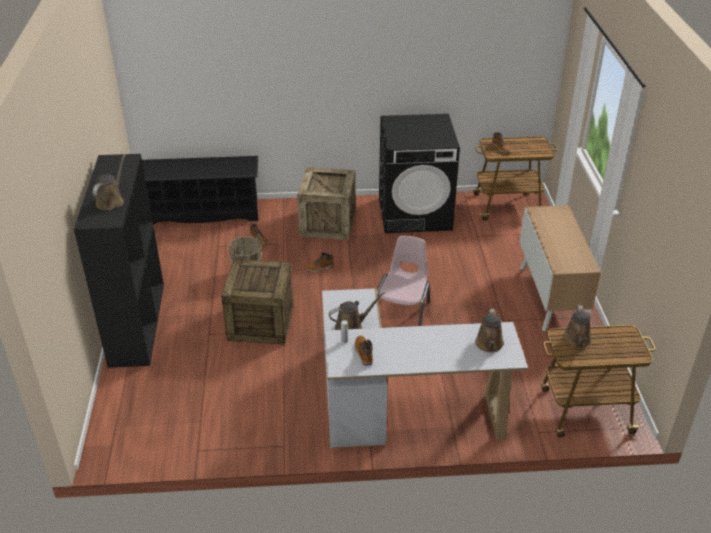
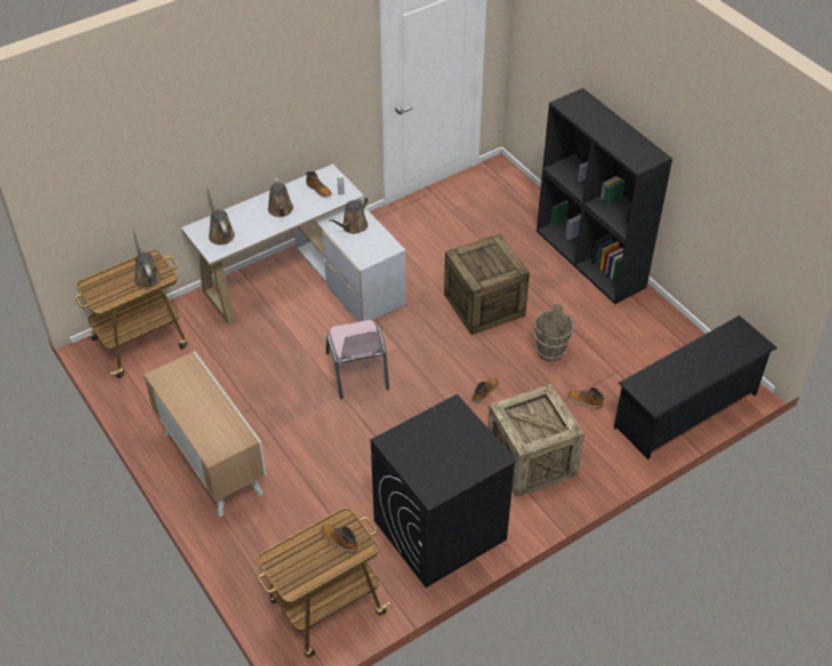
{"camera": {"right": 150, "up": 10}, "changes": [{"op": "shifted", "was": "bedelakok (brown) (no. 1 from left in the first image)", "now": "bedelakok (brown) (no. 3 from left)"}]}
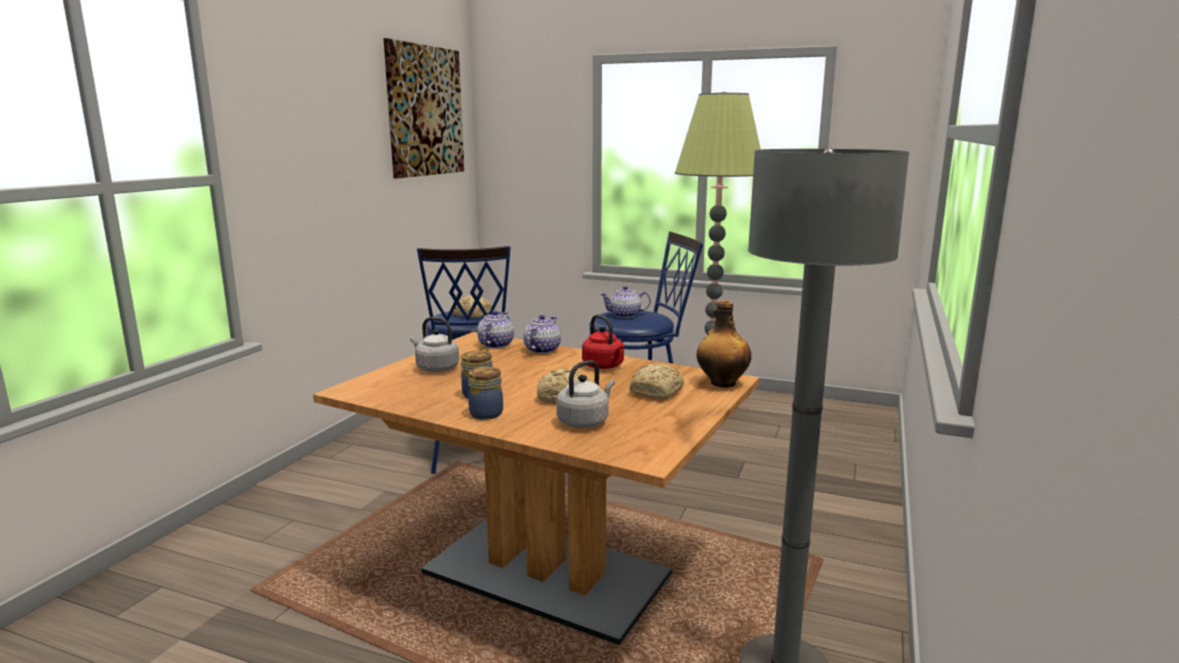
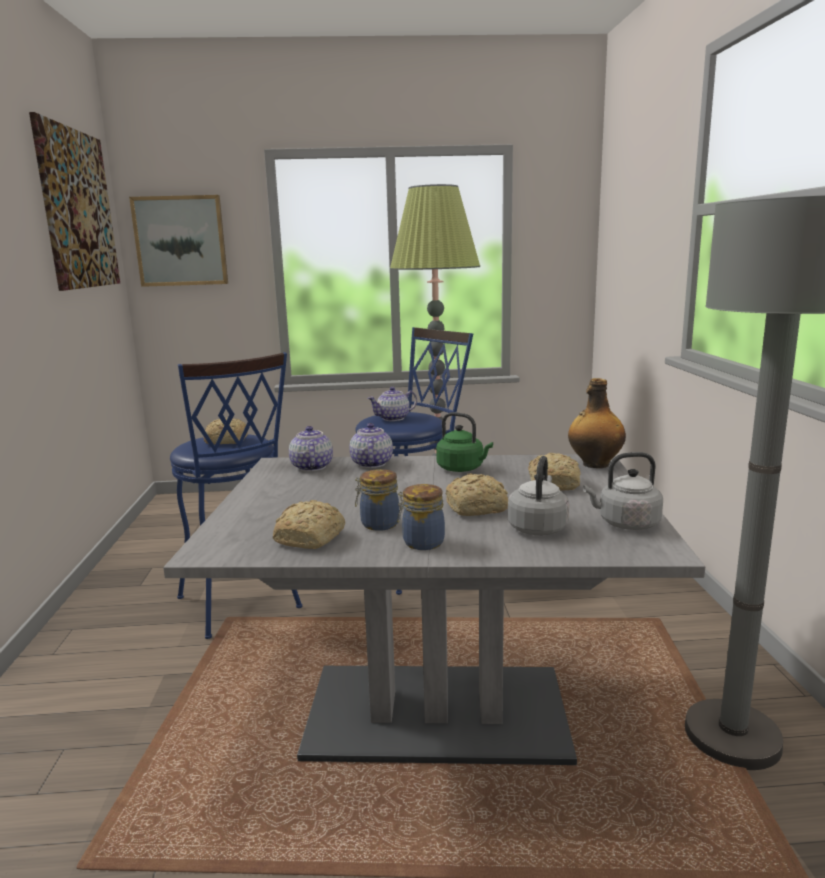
{"camera": {"right": -25, "up": 0}, "changes": [{"op": "new", "now": "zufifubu (no. 2 from left)"}, {"op": "new", "now": "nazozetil (no. 2 from left)"}, {"op": "shifted", "was": "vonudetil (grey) (no. 1 from left in the first image)", "now": "vonudetil (grey) (no. 2 from left)"}, {"op": "repainted", "was": "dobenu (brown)", "now": "dobenu (grey)"}, {"op": "repainted", "was": "vonudetil (red)", "now": "vonudetil (green)"}]}
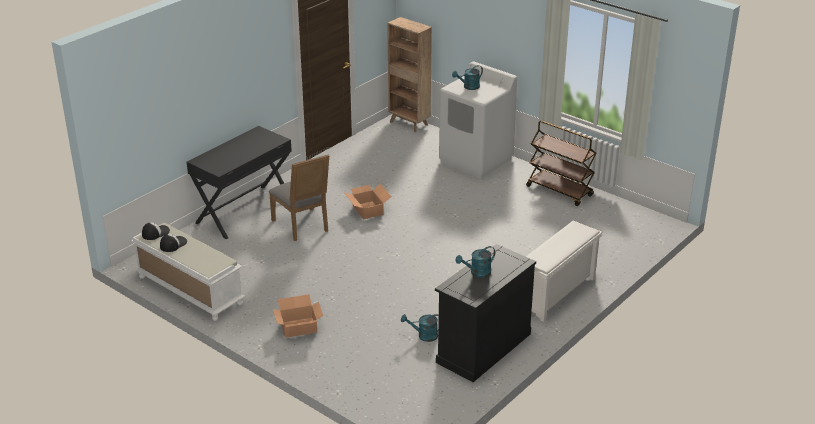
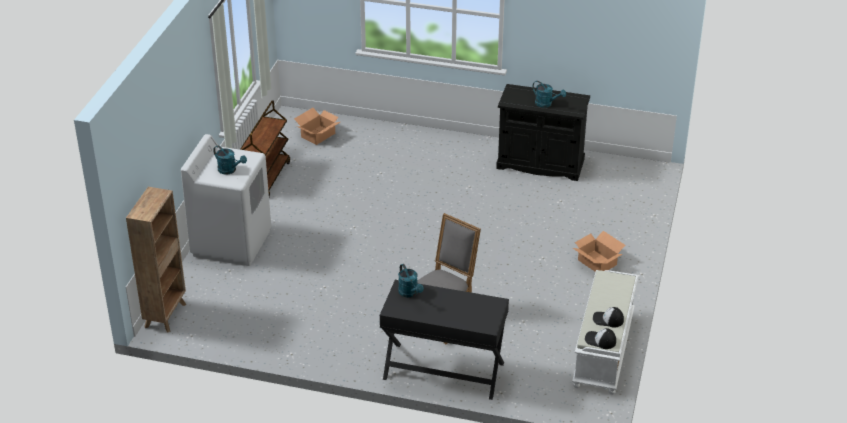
{"camera": {"right": -115, "up": 5}, "changes": [{"op": "gone", "was": "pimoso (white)"}, {"op": "shifted", "was": "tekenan (no. 2 from left in the first image)", "now": "tekenan (no. 1 from left)"}, {"op": "shifted", "was": "bedelakok (turquoise) (no. 1 from left in the first image)", "now": "bedelakok (turquoise) (no. 2 from left)"}]}
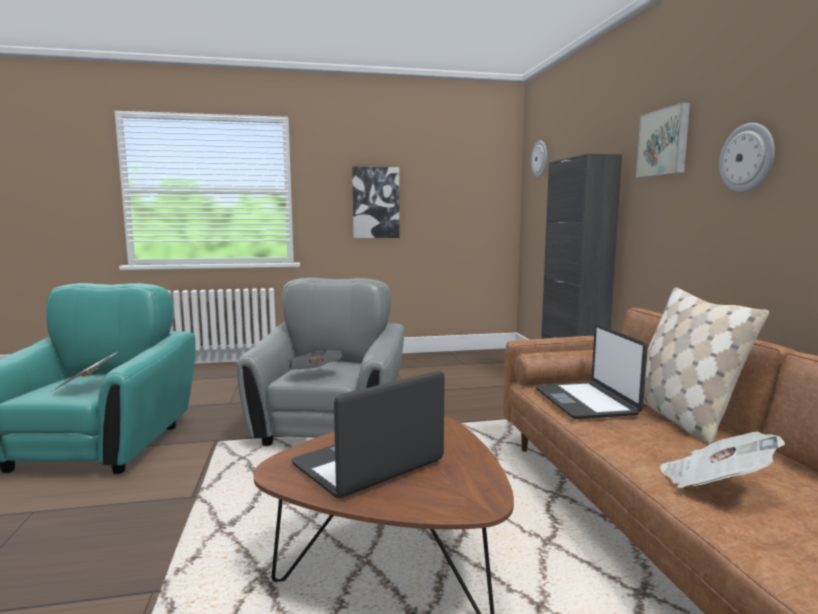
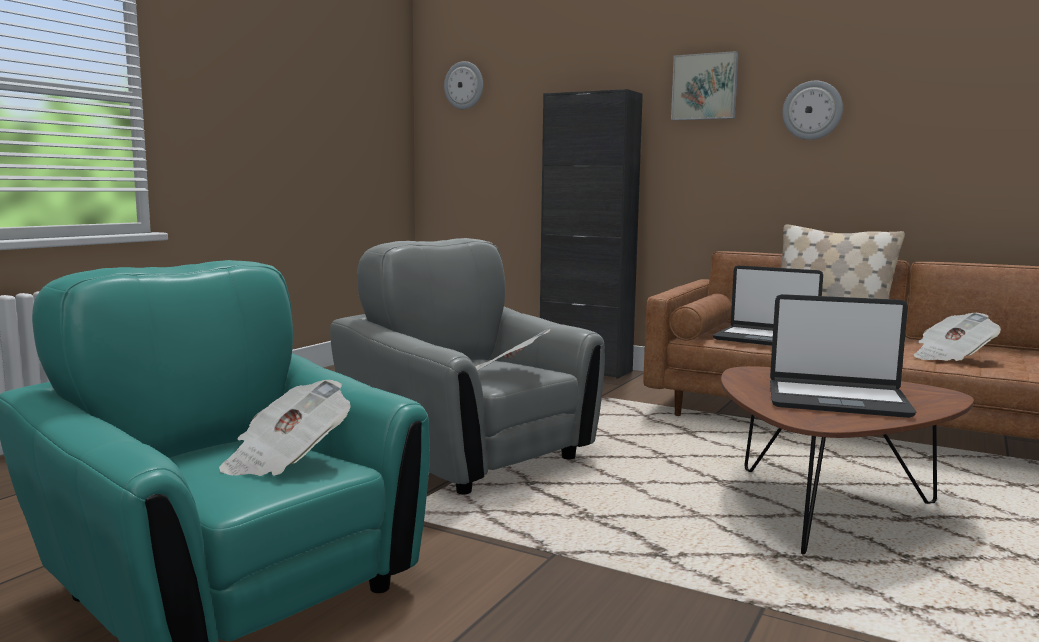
{"camera": {"right": -50, "up": 0}, "changes": [{"op": "gone", "was": "zufifubu (no. 1 from left)"}, {"op": "rotated", "was": "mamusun (no. 1 from left in the first image)", "clockwise": -75}]}
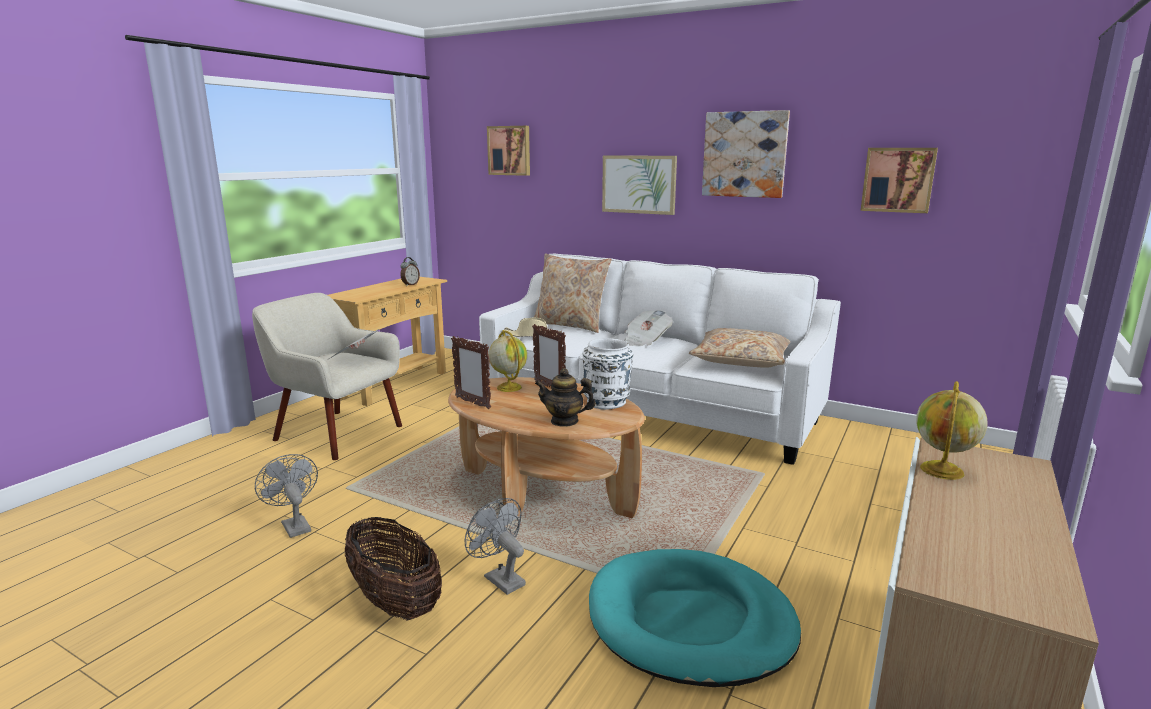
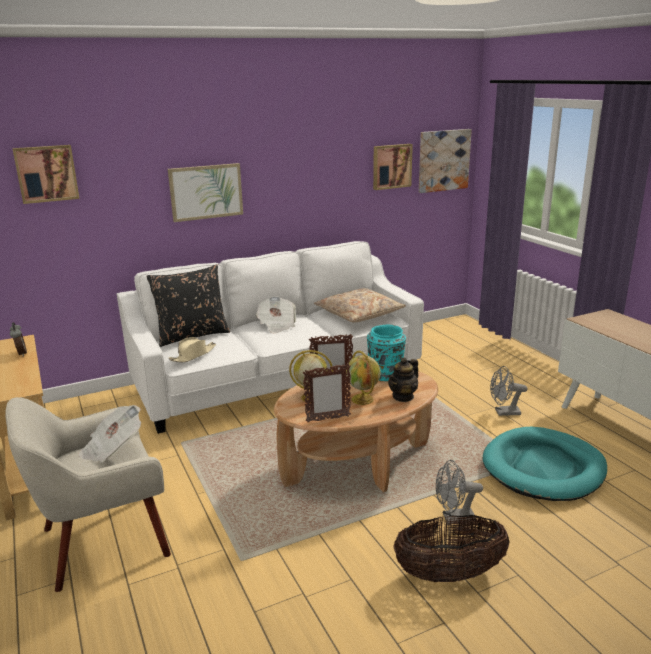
{"camera": {"right": -55, "up": 5}, "changes": [{"op": "shifted", "was": "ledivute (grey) (no. 1 from left in the first image)", "now": "ledivute (grey) (no. 2 from left)"}, {"op": "shifted", "was": "zufifubu (no. 3 from left in the first image)", "now": "zufifubu (no. 4 from left)"}, {"op": "shifted", "was": "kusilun (no. 2 from left)"}, {"op": "repainted", "was": "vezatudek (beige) (no. 1 from left)", "now": "vezatudek (black)"}, {"op": "repainted", "was": "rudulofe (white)", "now": "rudulofe (turquoise)"}]}
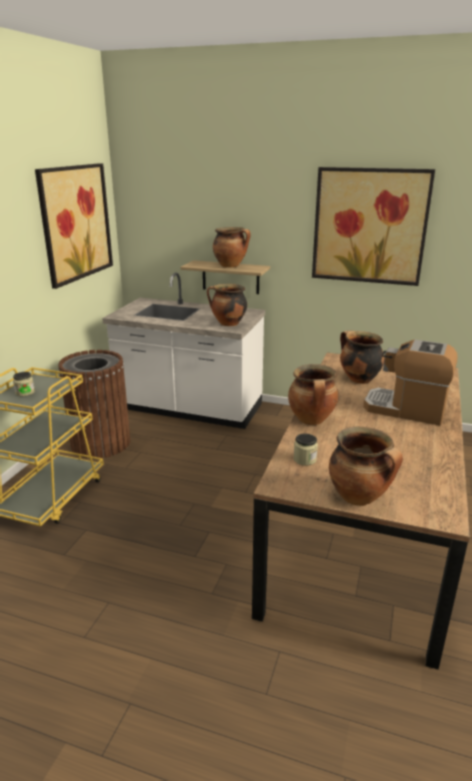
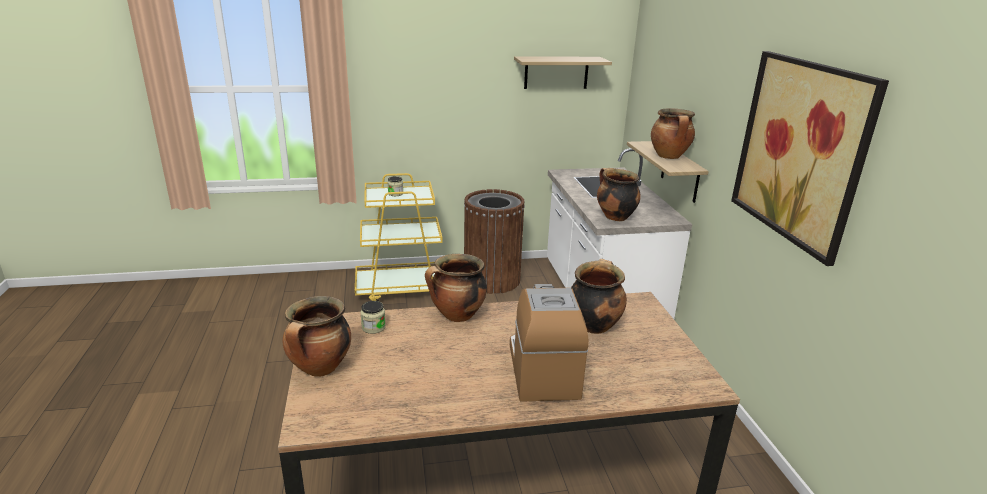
{"camera": {"right": 60, "up": 0}, "changes": [{"op": "swapped", "was": "zufifubu (no. 1 from left)", "now": "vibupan (no. 1 from left)"}]}
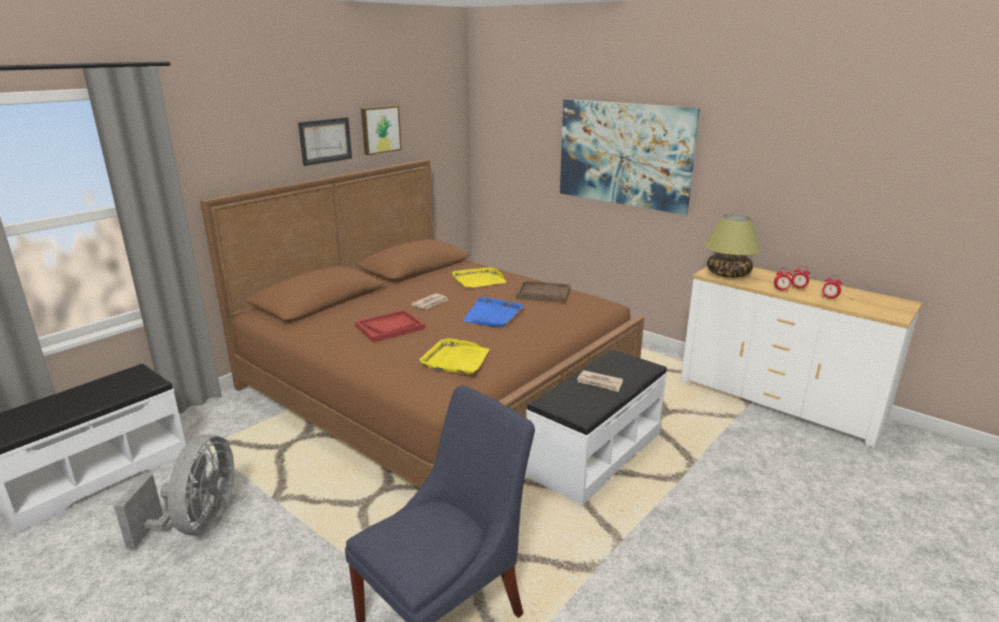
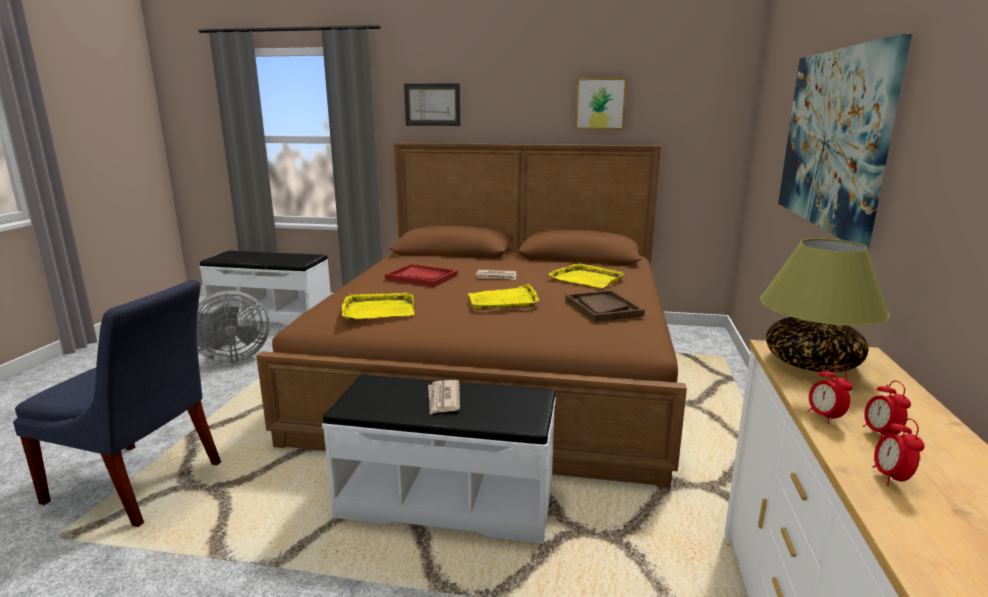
{"camera": {"right": 60, "up": -5}, "changes": [{"op": "shifted", "was": "zufifubu (no. 1 from left)"}, {"op": "repainted", "was": "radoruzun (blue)", "now": "radoruzun (yellow) (no. 2 from left)"}]}
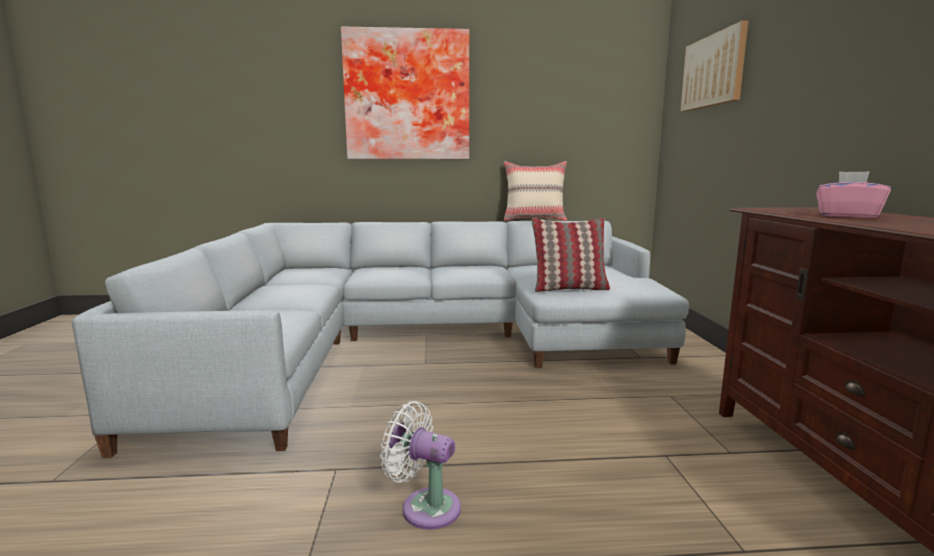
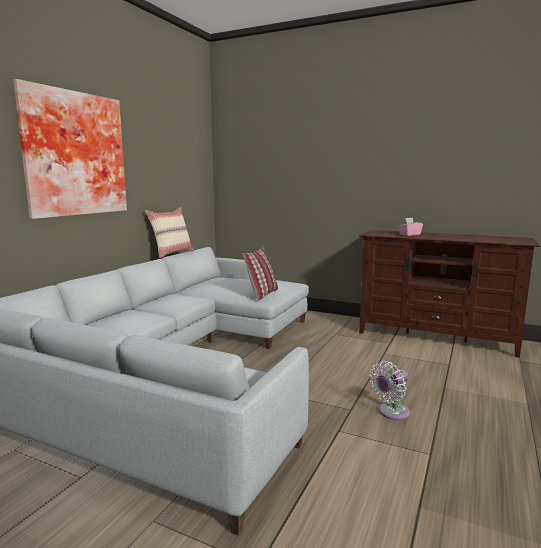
{"camera": {"right": -60, "up": 0}, "changes": [{"op": "gone", "was": "zufifubu (no. 2 from left)"}]}
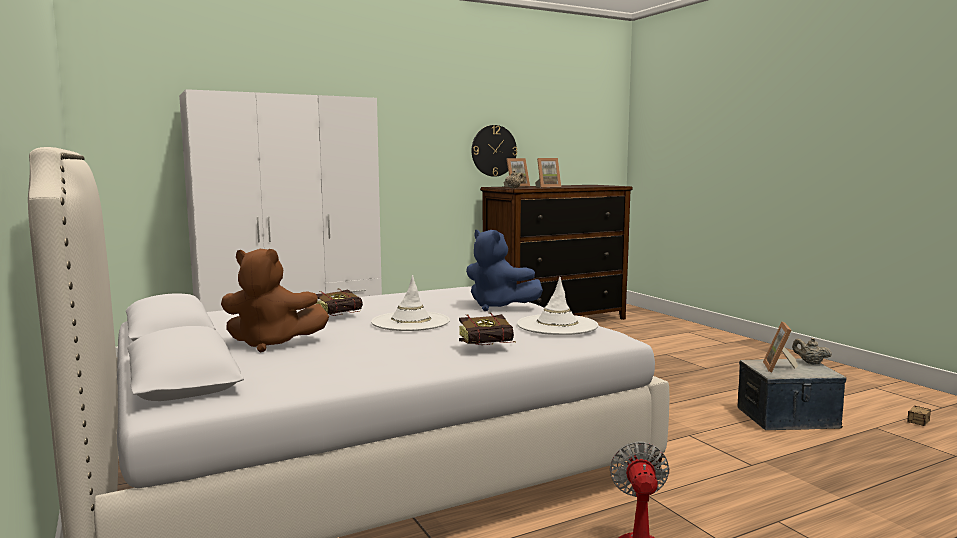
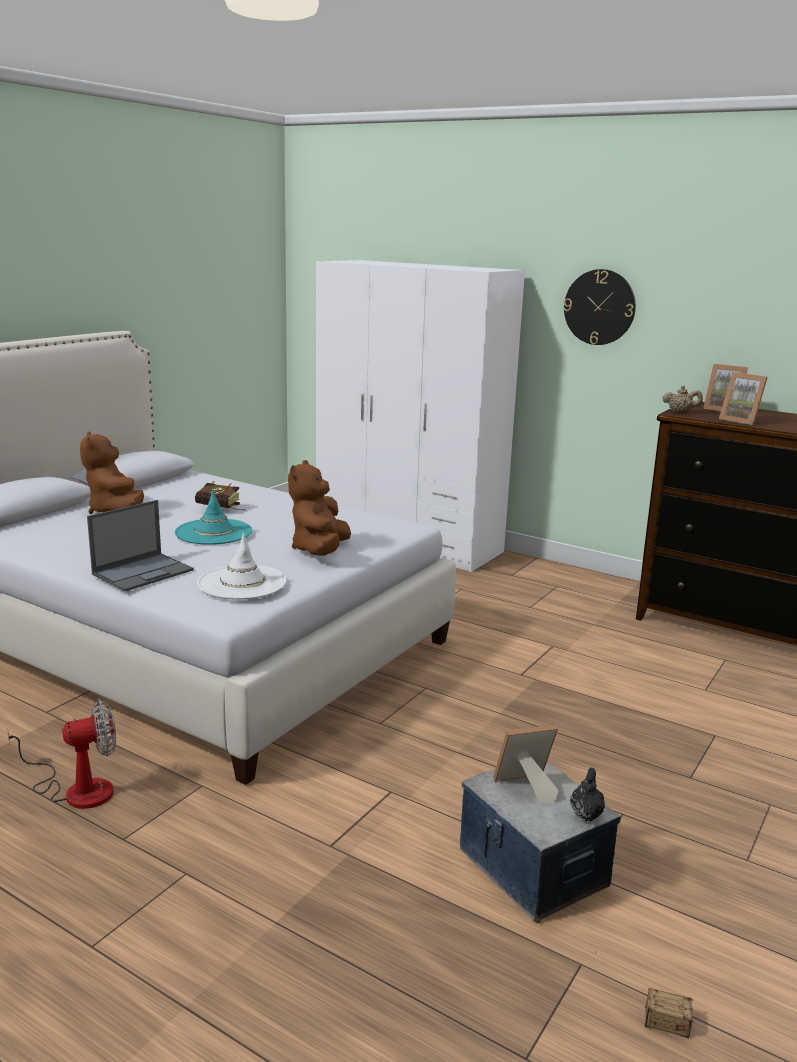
{"camera": {"right": 60, "up": 10}, "changes": [{"op": "shifted", "was": "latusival"}, {"op": "swapped", "was": "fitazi (no. 2 from left)", "now": "mamusun"}, {"op": "repainted", "was": "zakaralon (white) (no. 1 from left)", "now": "zakaralon (turquoise)"}, {"op": "repainted", "was": "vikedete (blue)", "now": "vikedete (brown) (no. 2 from left)"}, {"op": "repainted", "was": "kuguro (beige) (no. 2 from left)", "now": "kuguro (black)"}]}
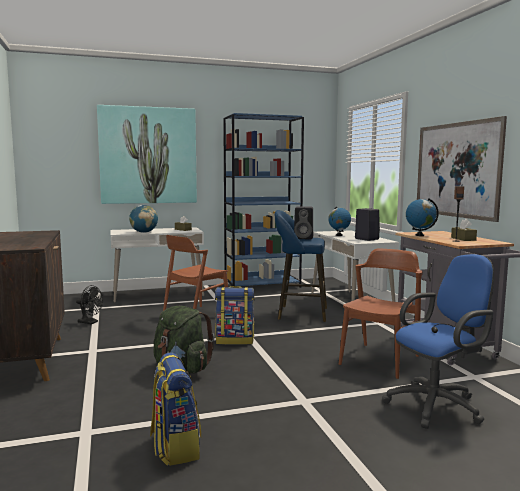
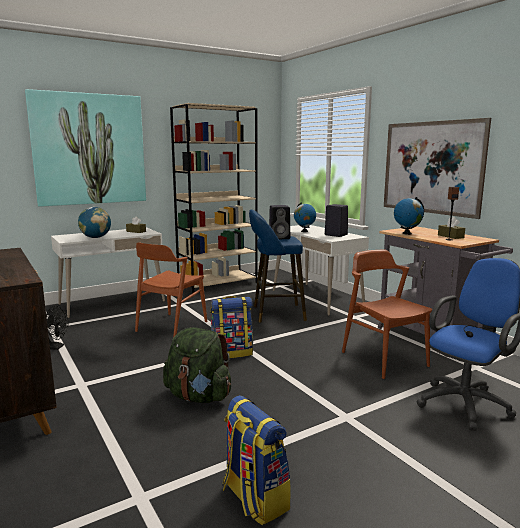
{"camera": {"right": -15, "up": 5}, "changes": [{"op": "repainted", "was": "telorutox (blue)", "now": "telorutox (beige)"}, {"op": "rotated", "was": "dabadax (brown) (no. 2 from left)", "clockwise": -45}]}
